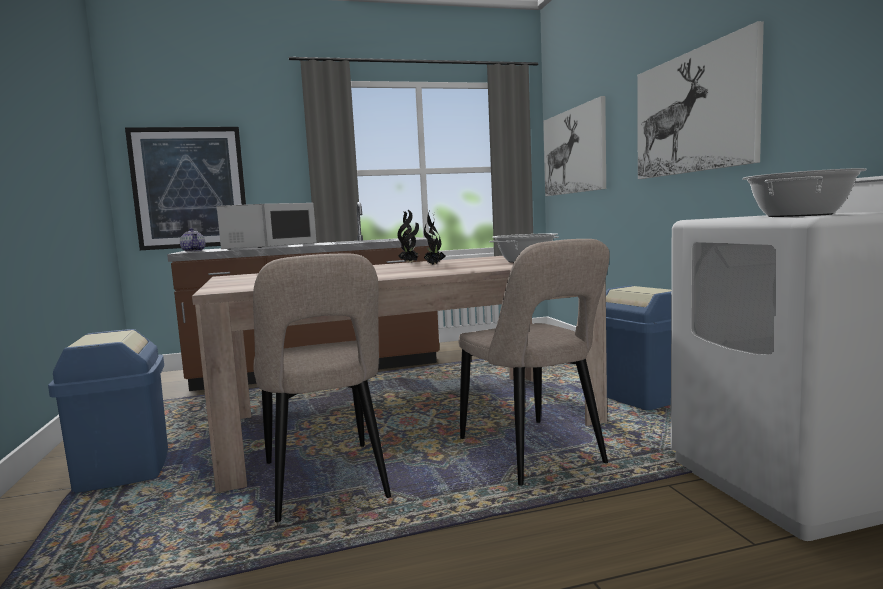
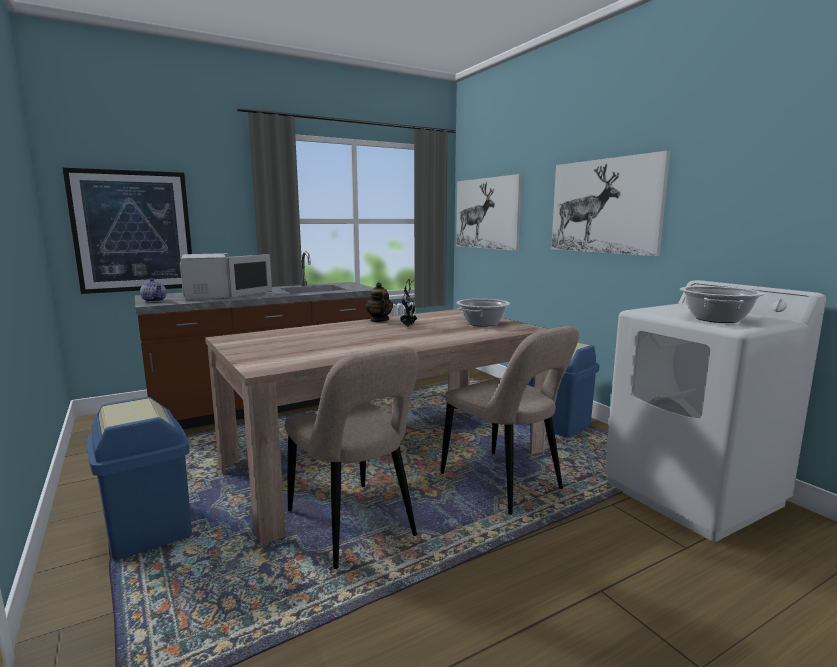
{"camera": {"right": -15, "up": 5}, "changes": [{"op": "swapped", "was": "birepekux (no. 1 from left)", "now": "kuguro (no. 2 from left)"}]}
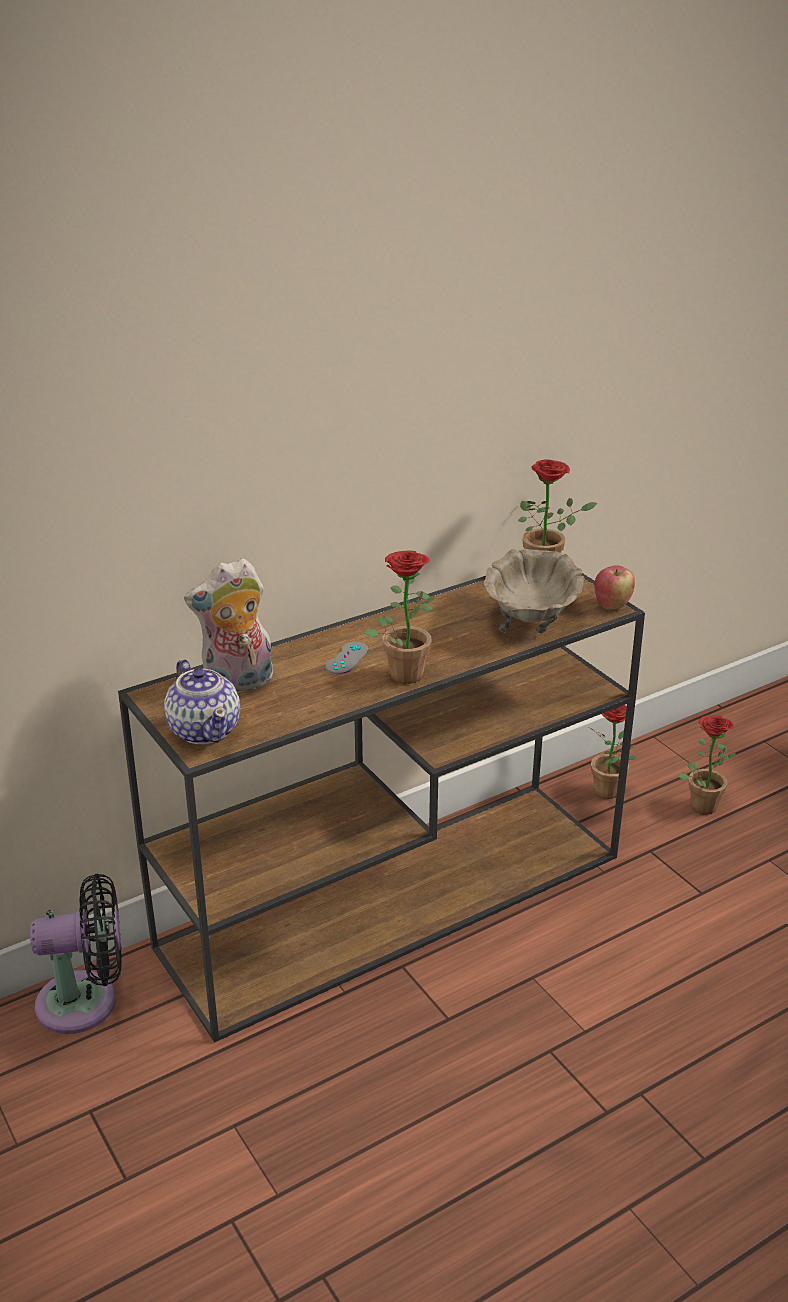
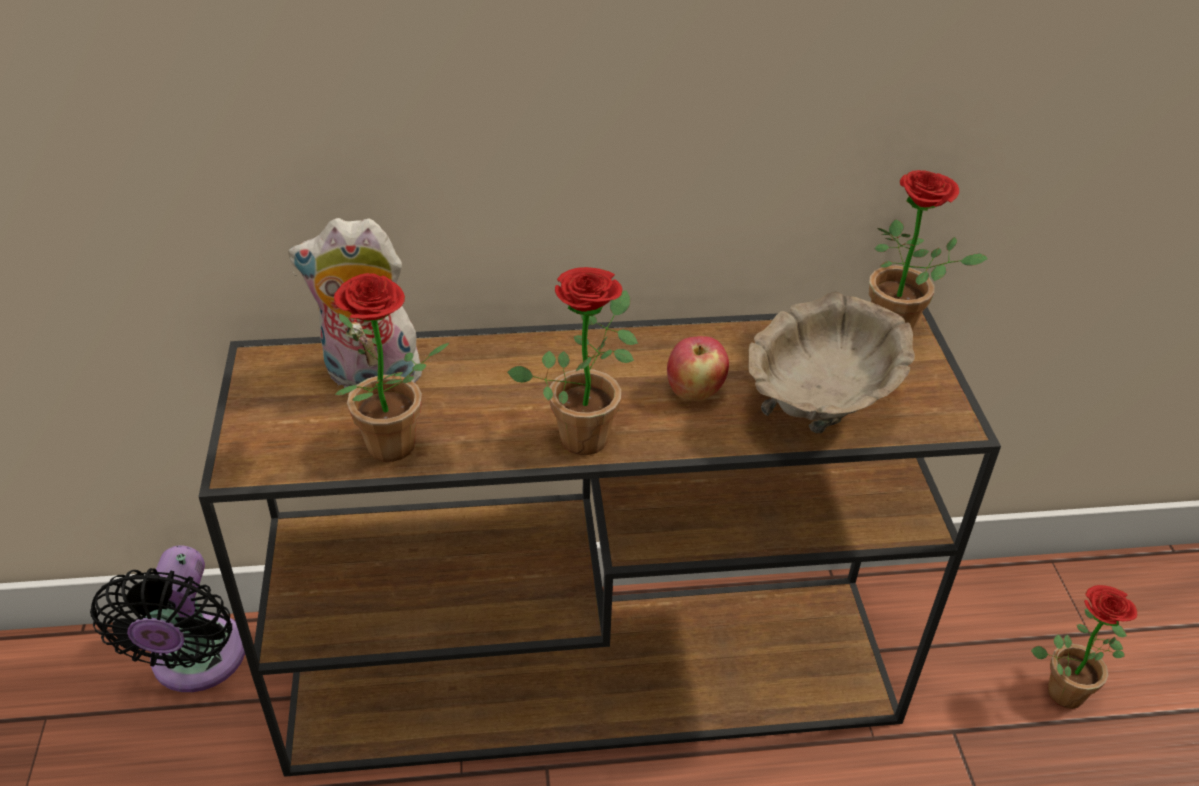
{"camera": {"right": 25, "up": 10}, "changes": [{"op": "gone", "was": "kuguro"}, {"op": "gone", "was": "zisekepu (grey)"}, {"op": "shifted", "was": "birepekux (no. 3 from left in the first image)", "now": "birepekux (no. 1 from left)"}, {"op": "shifted", "was": "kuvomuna"}, {"op": "rotated", "was": "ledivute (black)", "clockwise": 75}]}
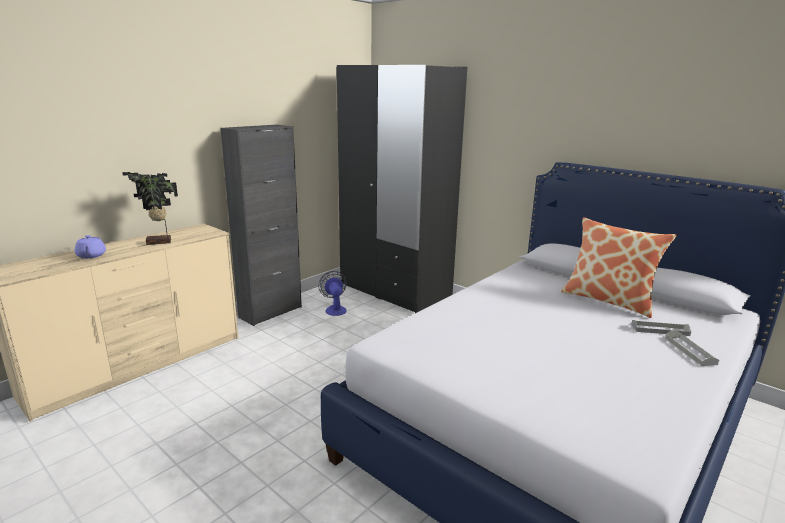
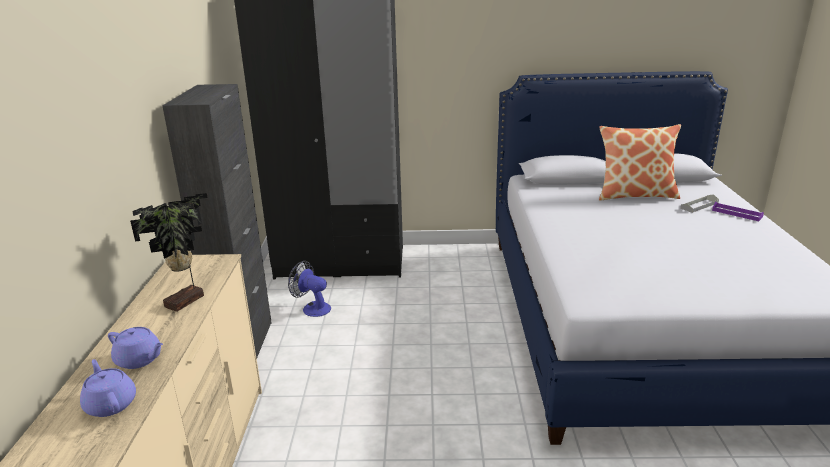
{"camera": {"right": -40, "up": 5}, "changes": [{"op": "new", "now": "kuguro (purple) (no. 1 from left)"}, {"op": "repainted", "was": "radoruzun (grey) (no. 2 from left)", "now": "radoruzun (purple)"}]}
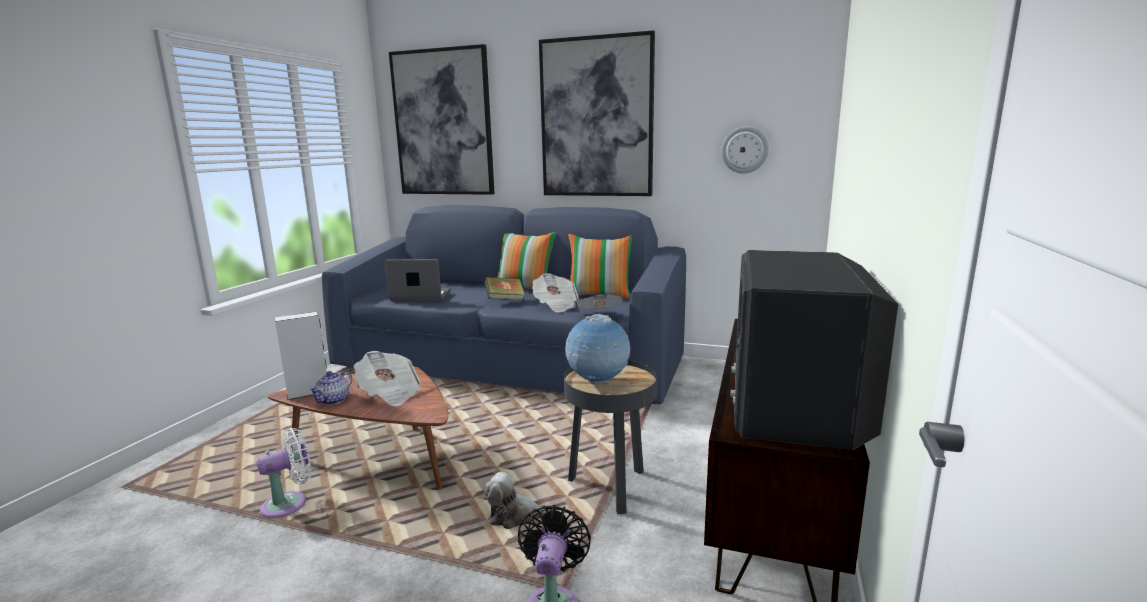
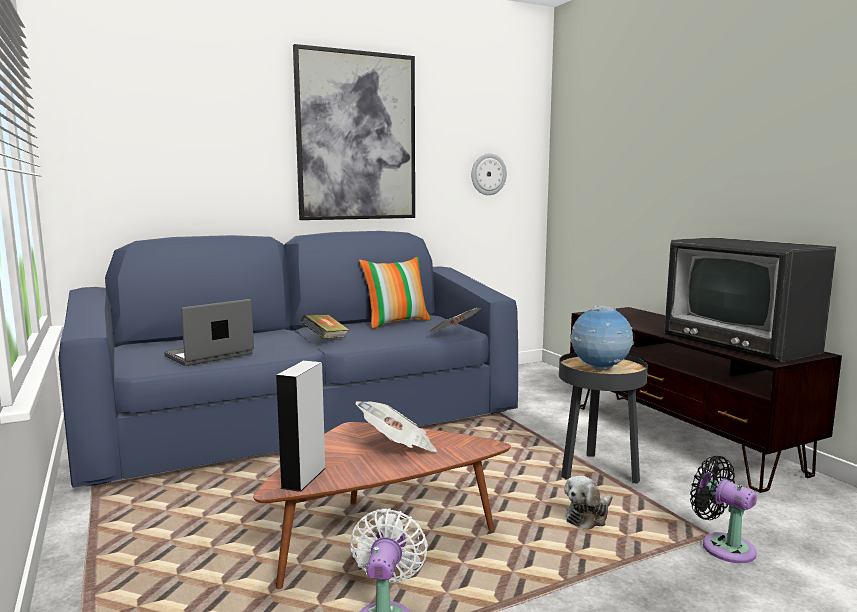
{"camera": {"right": -45, "up": -5}, "changes": [{"op": "gone", "was": "kuguro"}, {"op": "gone", "was": "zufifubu (no. 1 from left)"}, {"op": "gone", "was": "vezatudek (no. 1 from left)"}, {"op": "gone", "was": "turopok (no. 2 from left)"}]}
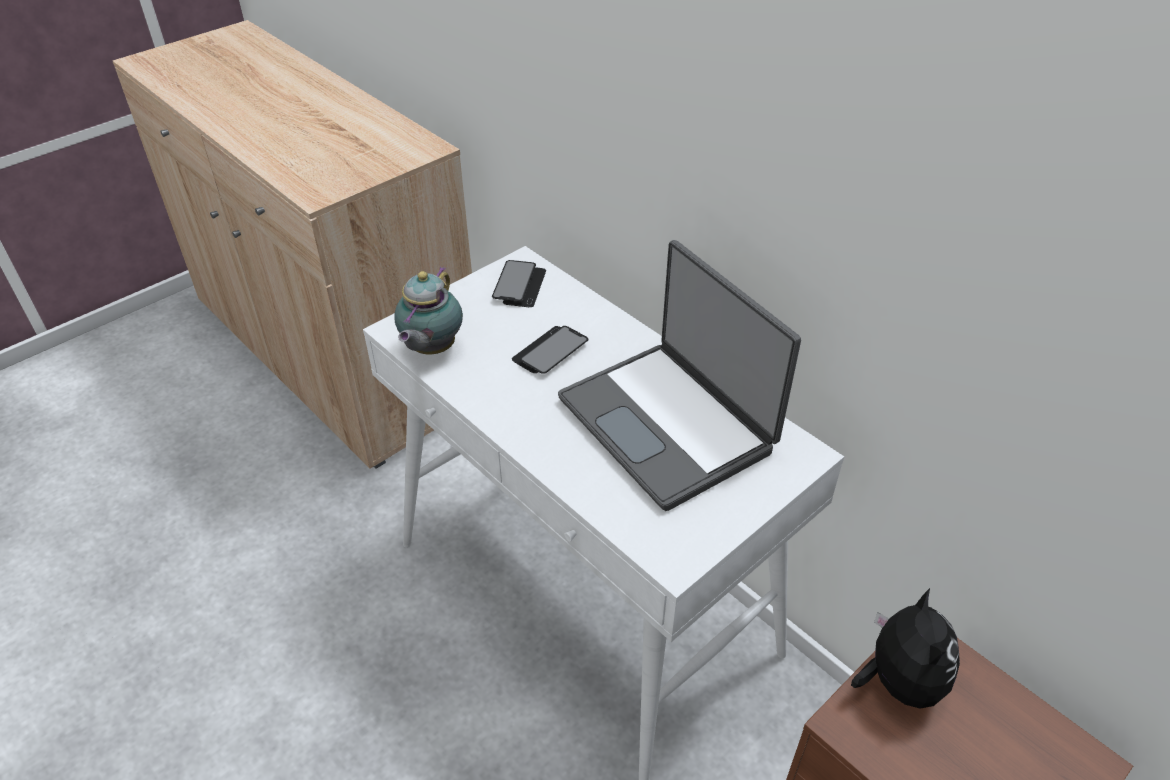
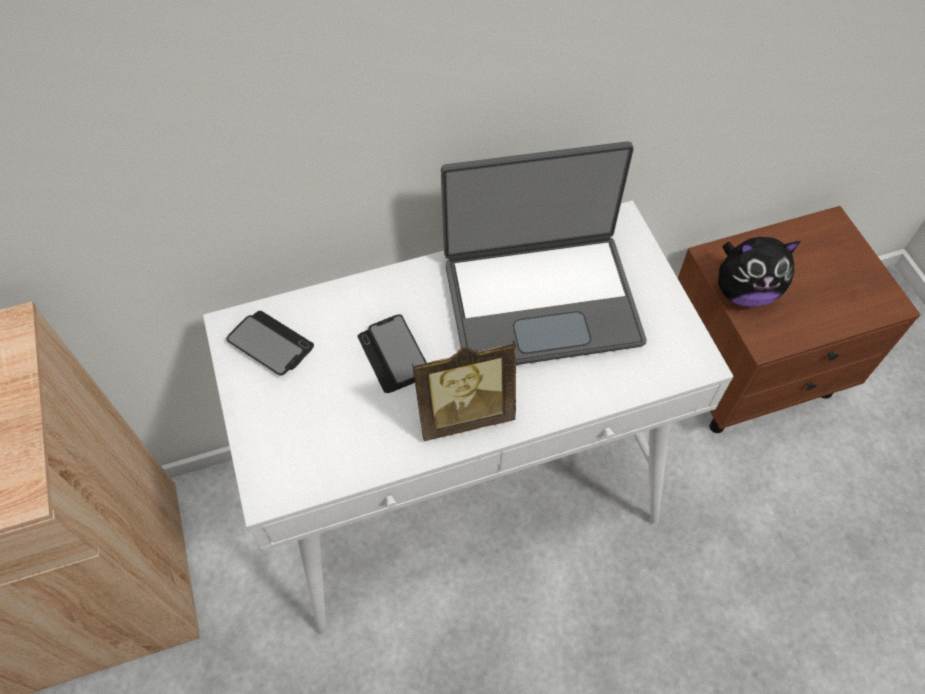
{"camera": {"right": -65, "up": 15}, "changes": [{"op": "gone", "was": "kuguro"}, {"op": "new", "now": "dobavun"}, {"op": "rotated", "was": "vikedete", "clockwise": 150}]}
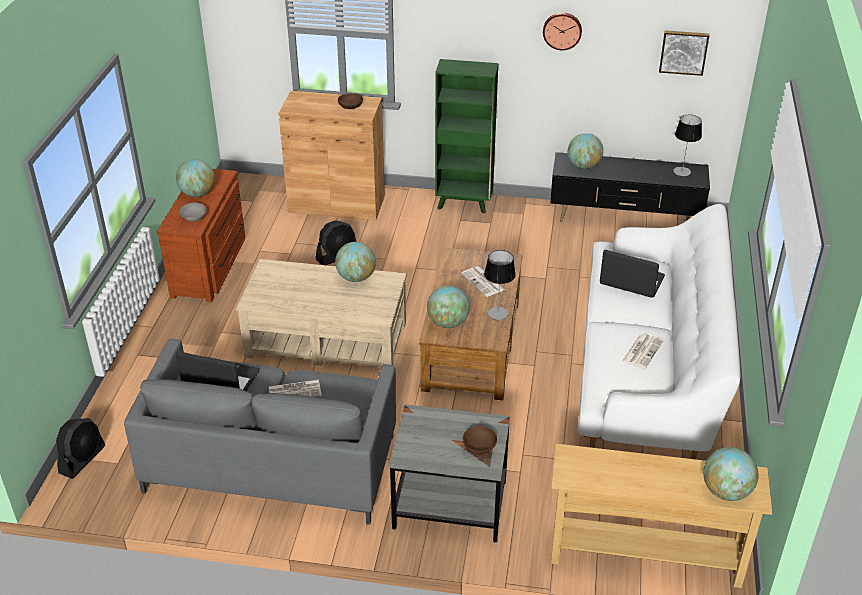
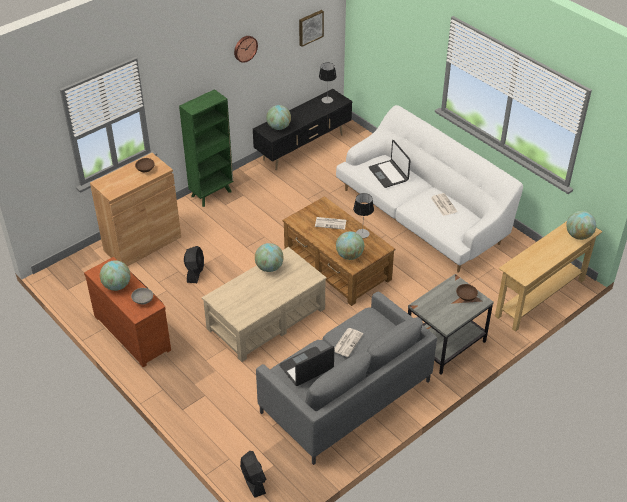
{"camera": {"right": -50, "up": 5}, "changes": [{"op": "rotated", "was": "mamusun (no. 2 from left)", "clockwise": -90}]}
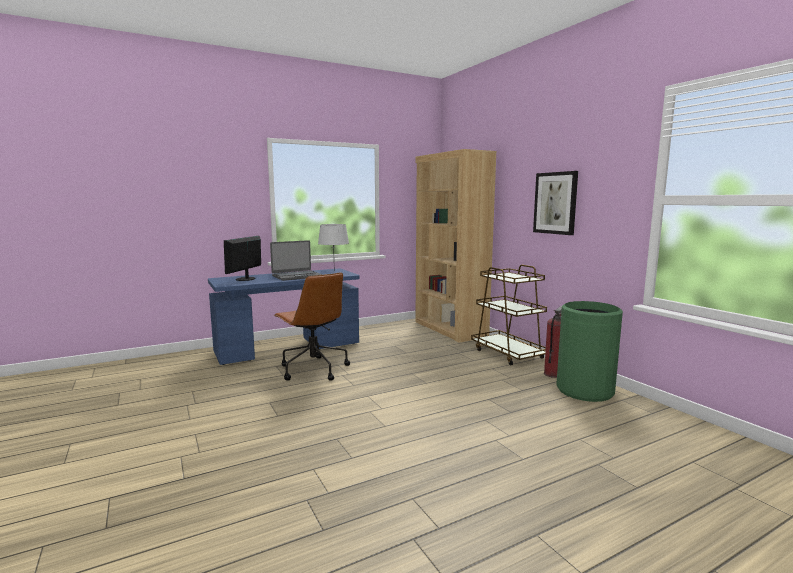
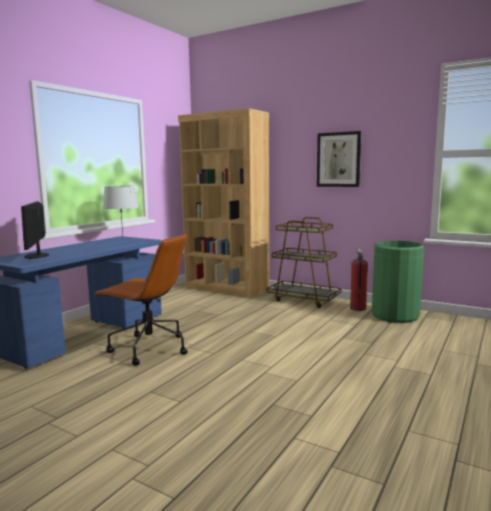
{"camera": {"right": -30, "up": 0}, "changes": [{"op": "gone", "was": "mamusun"}]}
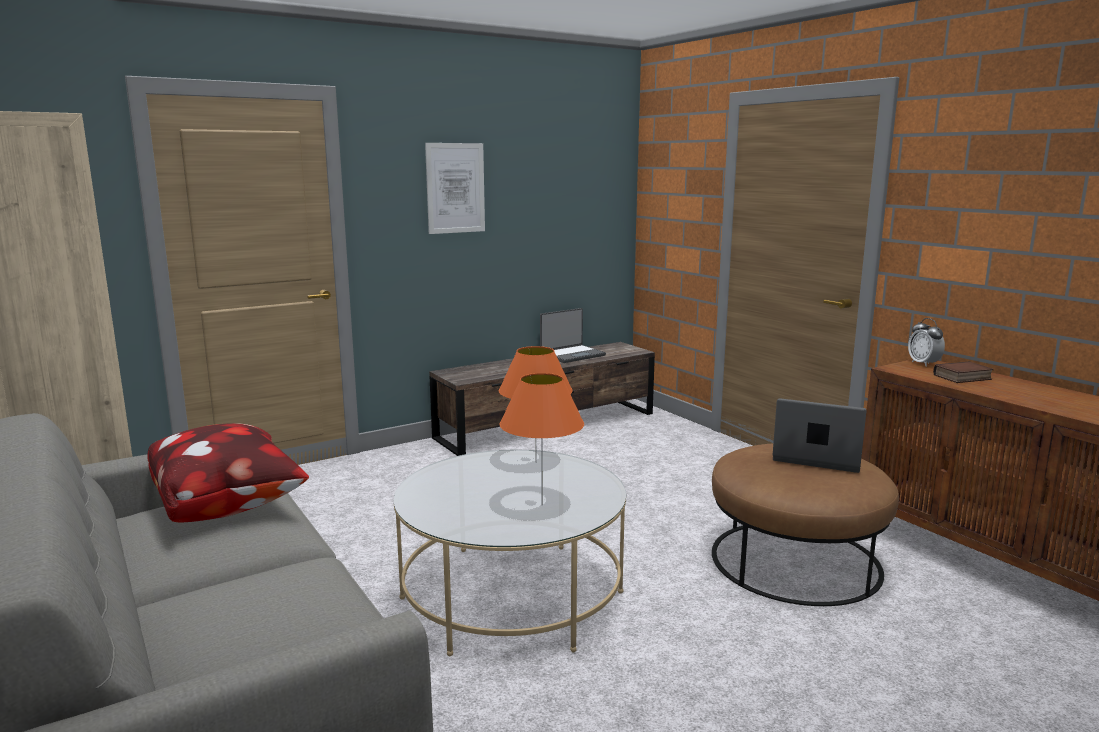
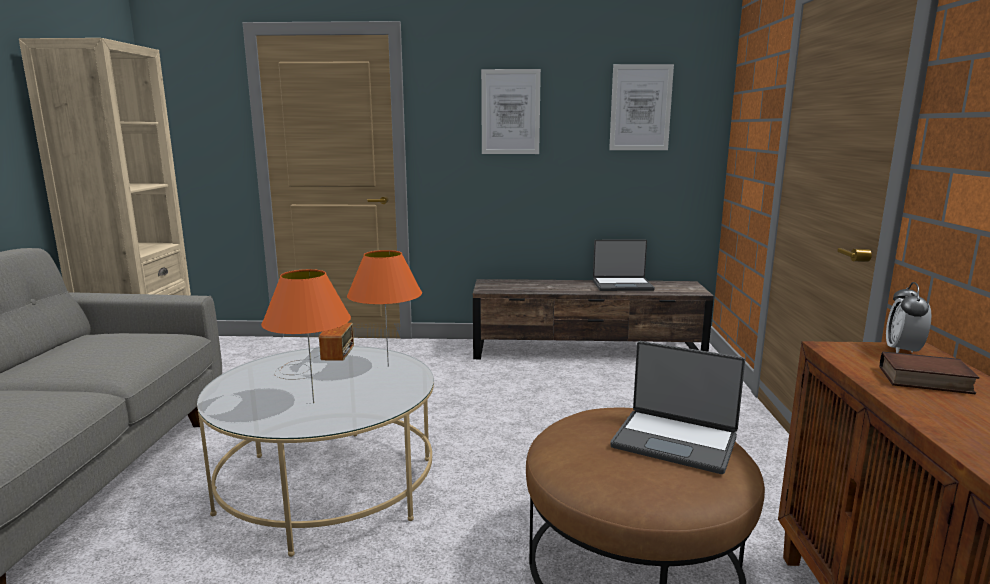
{"camera": {"right": 35, "up": 0}, "changes": [{"op": "gone", "was": "vezatudek"}, {"op": "new", "now": "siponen"}, {"op": "new", "now": "zufifubu (no. 2 from left)"}, {"op": "rotated", "was": "mamusun (no. 2 from left)", "clockwise": 150}]}
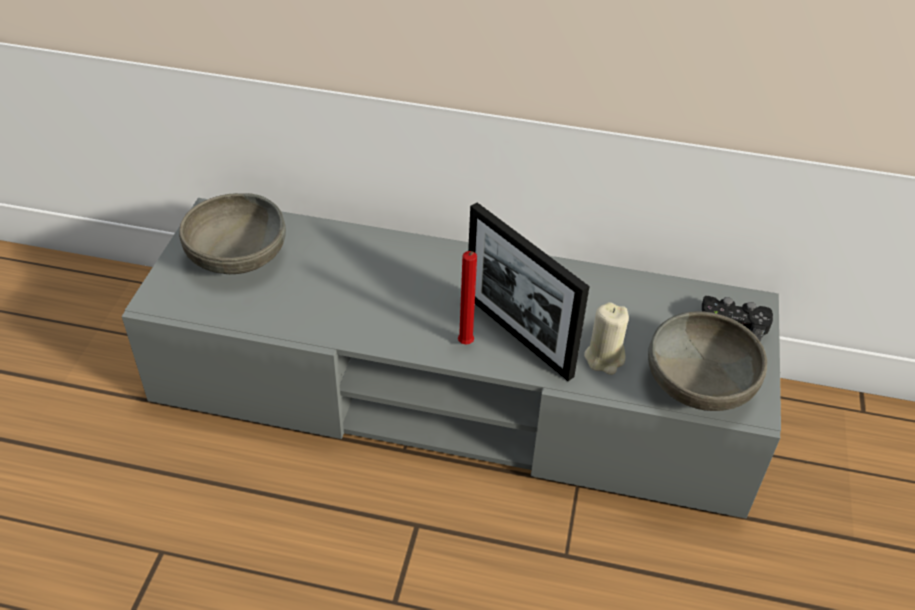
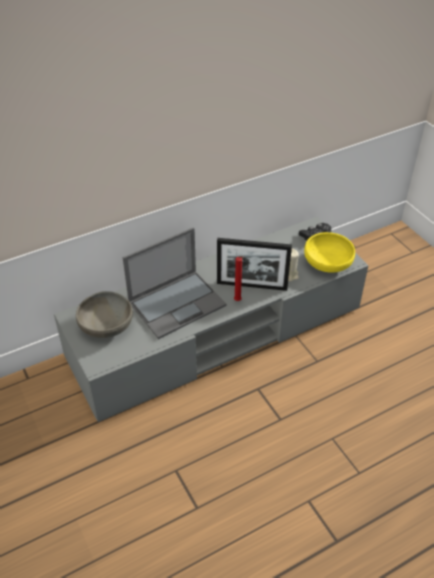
{"camera": {"right": -40, "up": 0}, "changes": [{"op": "new", "now": "mamusun"}, {"op": "repainted", "was": "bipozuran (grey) (no. 2 from left)", "now": "bipozuran (yellow)"}]}
